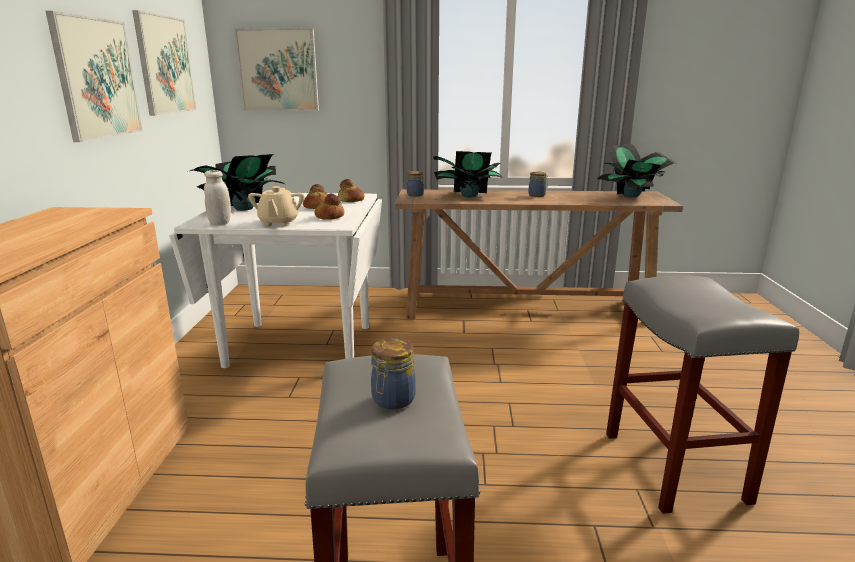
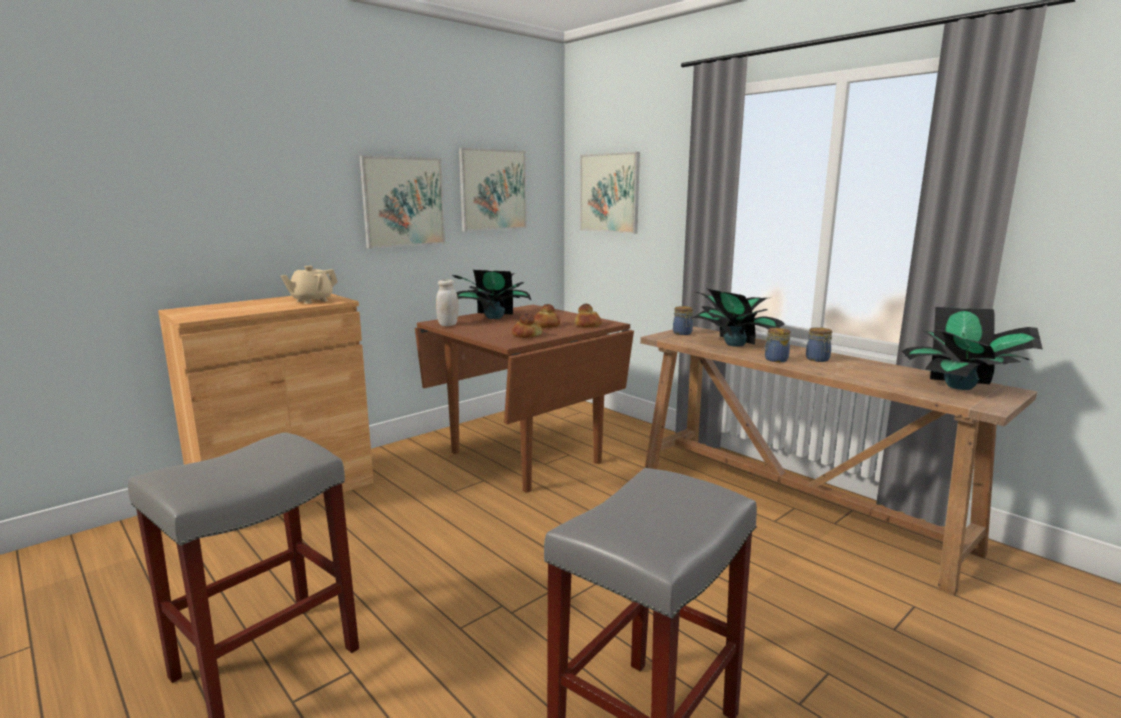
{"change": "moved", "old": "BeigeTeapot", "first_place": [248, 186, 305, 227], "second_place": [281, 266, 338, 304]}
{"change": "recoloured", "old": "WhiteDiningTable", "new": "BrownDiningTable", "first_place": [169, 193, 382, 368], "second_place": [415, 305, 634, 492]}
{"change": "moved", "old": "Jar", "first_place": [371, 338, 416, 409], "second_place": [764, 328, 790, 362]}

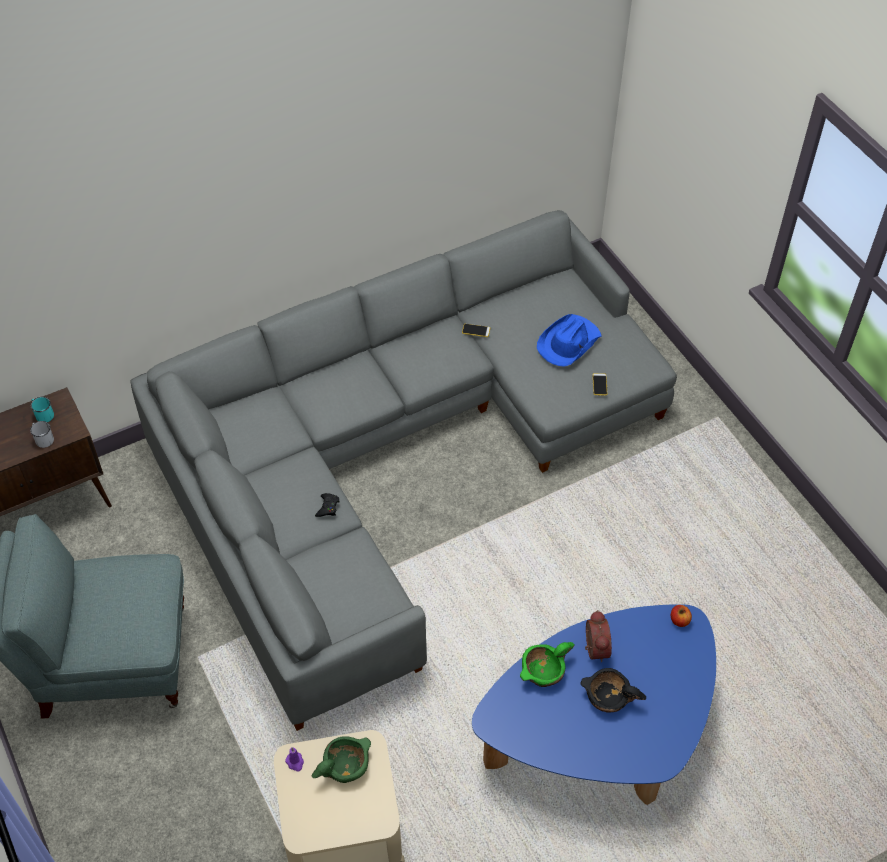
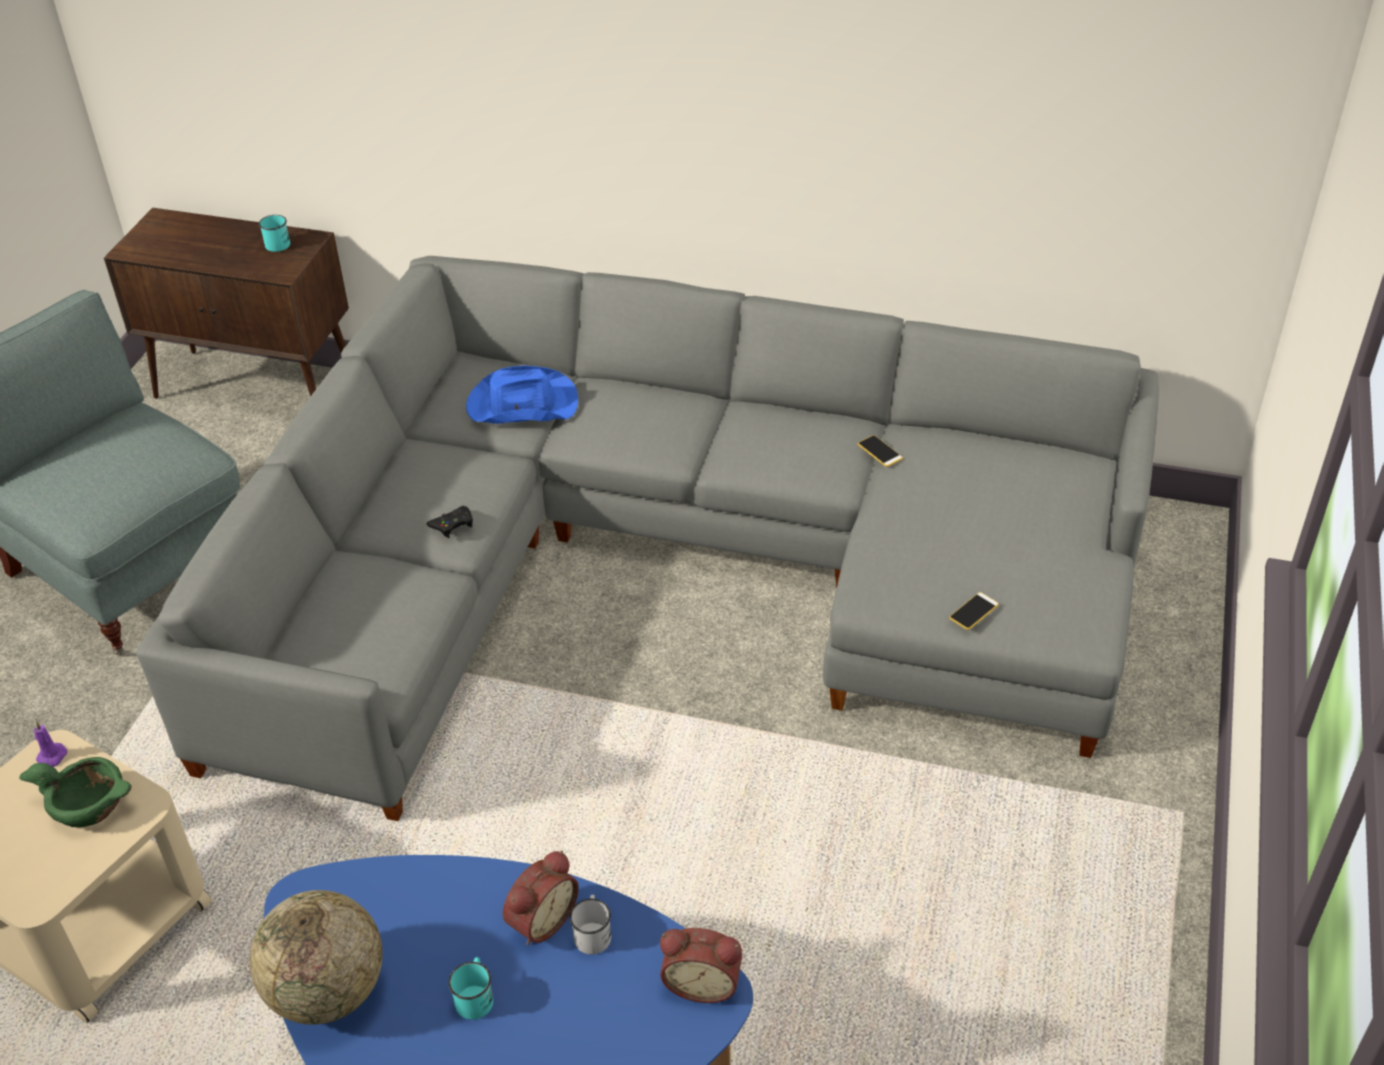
{"change": "added", "new": "Globe", "second_place": [250, 890, 383, 1025]}
{"change": "replaced", "old": "BlackBowl", "new": "TurquoiseMug", "first_place": [580, 668, 646, 713], "second_place": [448, 957, 493, 1020]}
{"change": "moved", "old": "BlueHat", "first_place": [537, 314, 602, 367], "second_place": [466, 365, 578, 424]}
{"change": "moved", "old": "WhiteMug", "first_place": [30, 421, 54, 448], "second_place": [570, 895, 611, 955]}
{"change": "replaced", "old": "Apple", "new": "AlarmClock", "first_place": [671, 605, 692, 627], "second_place": [660, 928, 742, 1003]}
{"change": "removed", "old": "GreenBowl", "first_place": [520, 642, 575, 687]}

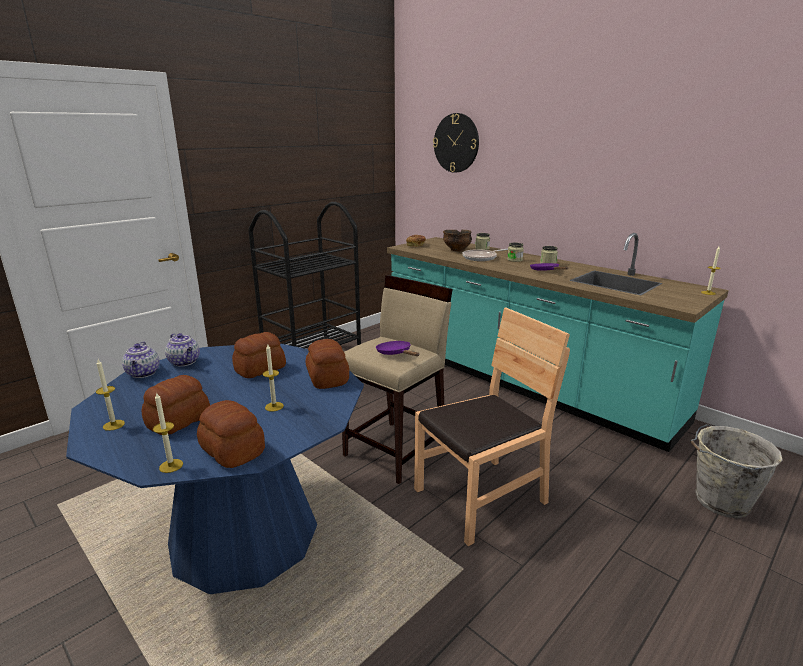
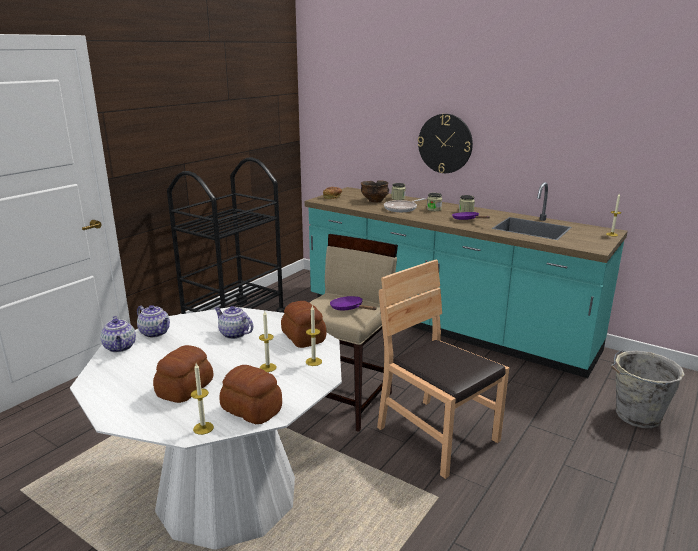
{"change": "recoloured", "old": "BlueDiningTable", "new": "WhiteDiningTable", "first_place": [66, 344, 364, 594], "second_place": [70, 307, 342, 550]}
{"change": "replaced", "old": "Bread", "new": "Teapot", "first_place": [232, 332, 286, 378], "second_place": [214, 306, 253, 339]}
{"change": "moved", "old": "Candle", "first_place": [96, 359, 125, 431], "second_place": [306, 305, 322, 366]}
{"change": "turned", "old": "BrownChair", "first_place": [414, 307, 570, 546], "second_place": [377, 259, 509, 479], "degrees": -90}
{"change": "moved", "old": "WallClock", "first_place": [433, 113, 479, 173], "second_place": [418, 114, 473, 173]}

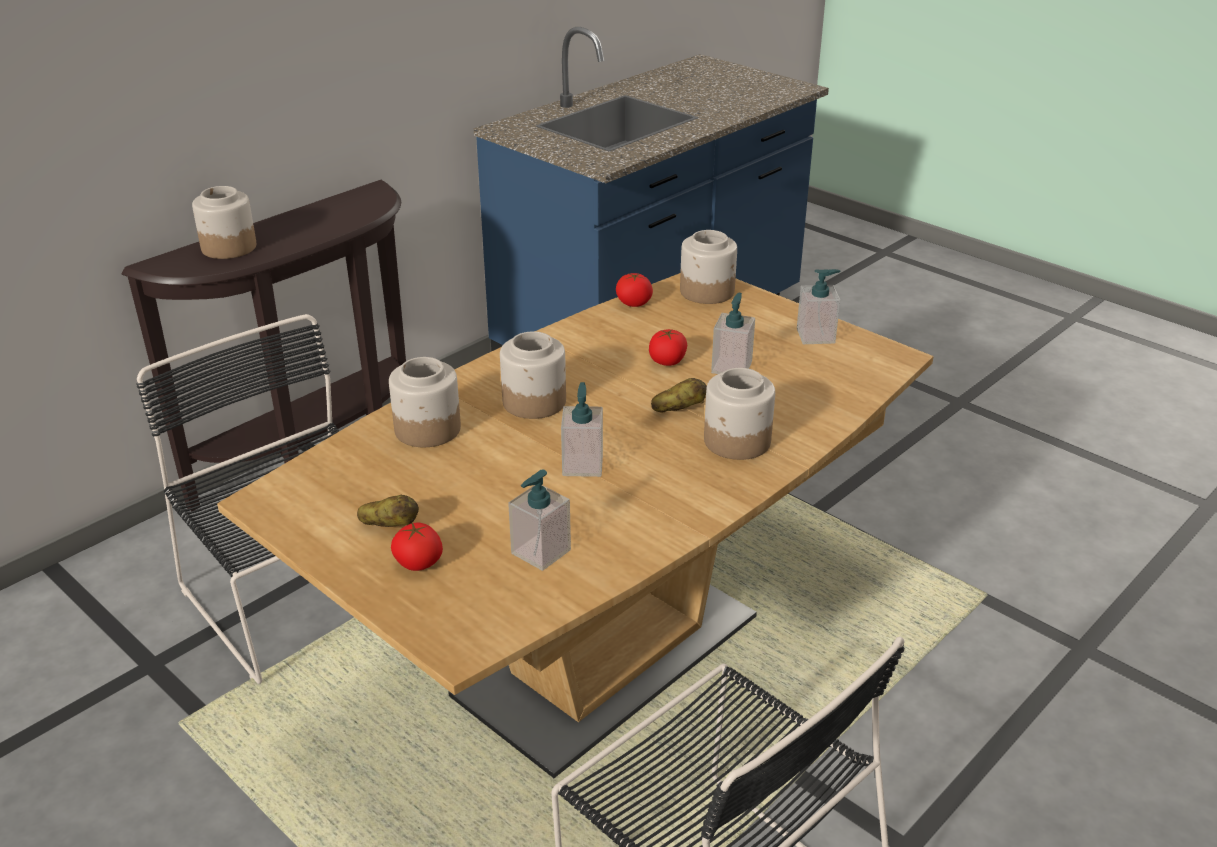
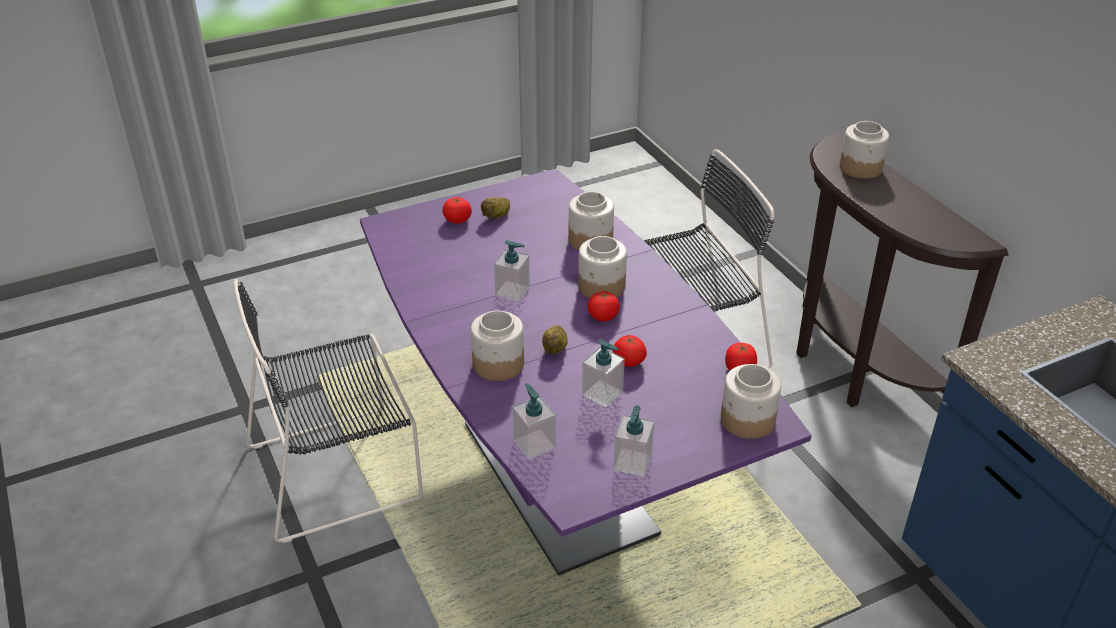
{"change": "recoloured", "old": "BrownDiningTable", "new": "PurpleDiningTable", "first_place": [217, 273, 934, 778], "second_place": [360, 169, 812, 576]}
{"change": "moved", "old": "SoapDispenser", "first_place": [508, 469, 571, 571], "second_place": [512, 383, 556, 459]}
{"change": "added", "new": "Tomato", "second_place": [587, 291, 620, 322]}

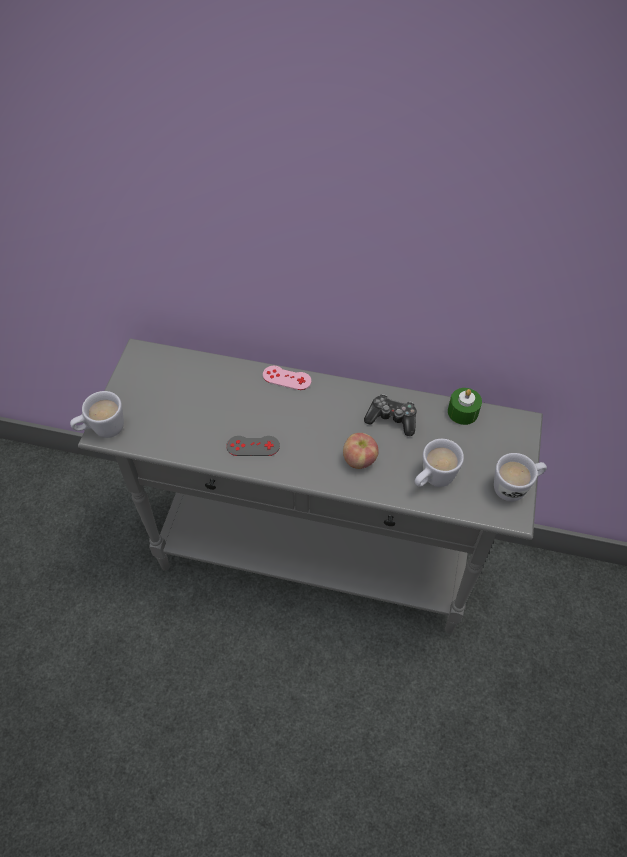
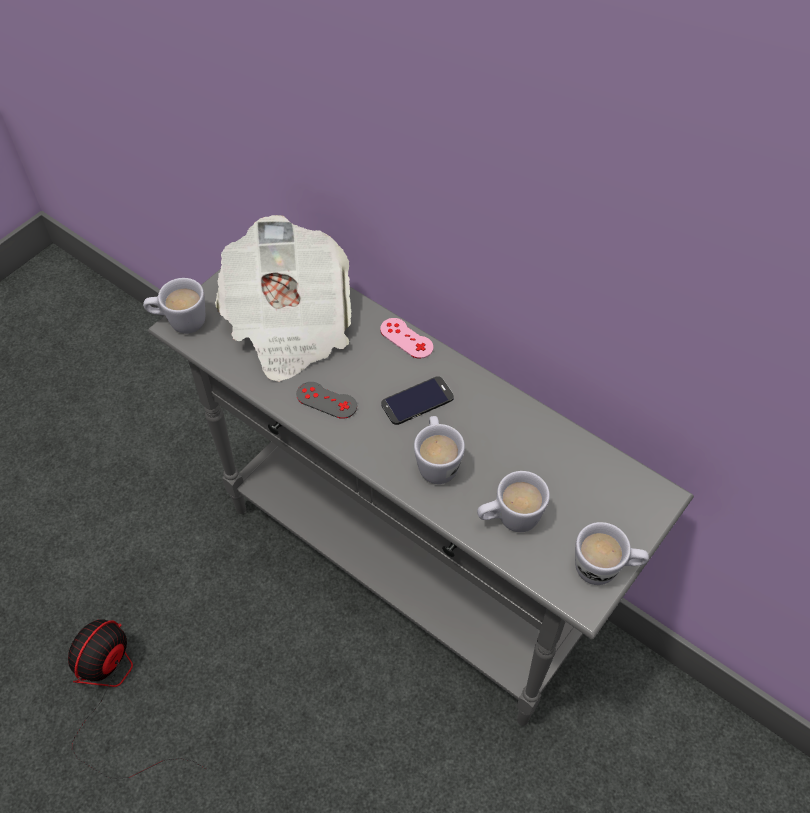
{"change": "added", "new": "Fan", "second_place": [68, 619, 206, 779]}
{"change": "added", "new": "Newspaper", "second_place": [215, 215, 351, 382]}
{"change": "added", "new": "Phone", "second_place": [381, 376, 454, 425]}
{"change": "replaced", "old": "Apple", "new": "WhiteMug", "first_place": [343, 433, 379, 469], "second_place": [414, 416, 465, 484]}
{"change": "removed", "old": "GameController", "first_place": [364, 394, 416, 436]}
{"change": "removed", "old": "GreenCandle", "first_place": [448, 388, 482, 425]}

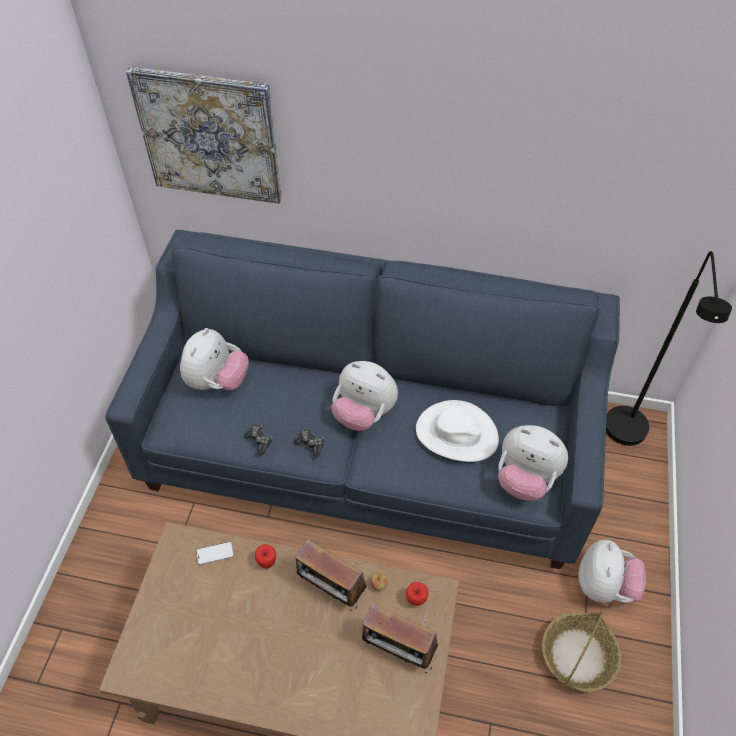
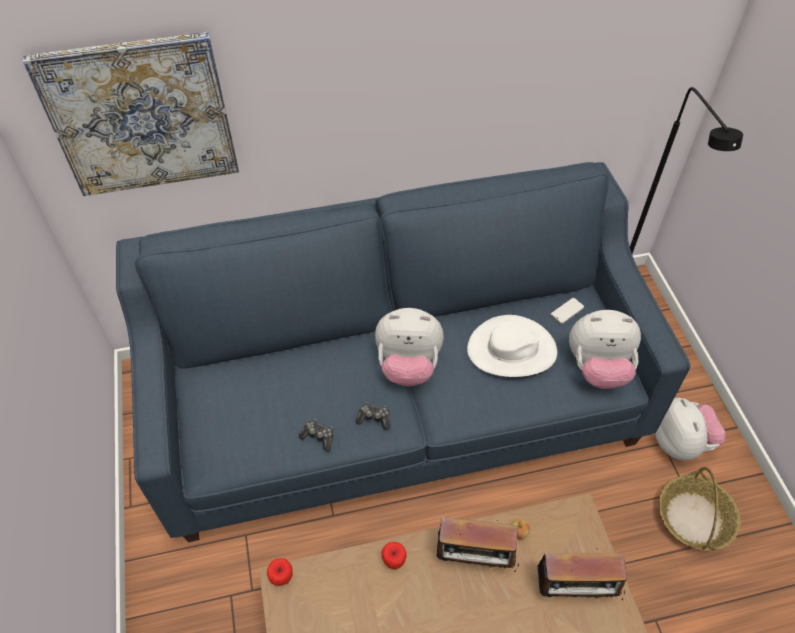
{"change": "moved", "old": "Apple", "first_place": [406, 582, 428, 606], "second_place": [267, 558, 293, 586]}
{"change": "moved", "old": "Phone", "first_place": [196, 542, 234, 565], "second_place": [551, 298, 584, 324]}
{"change": "removed", "old": "PlushToy", "first_place": [180, 328, 249, 390]}

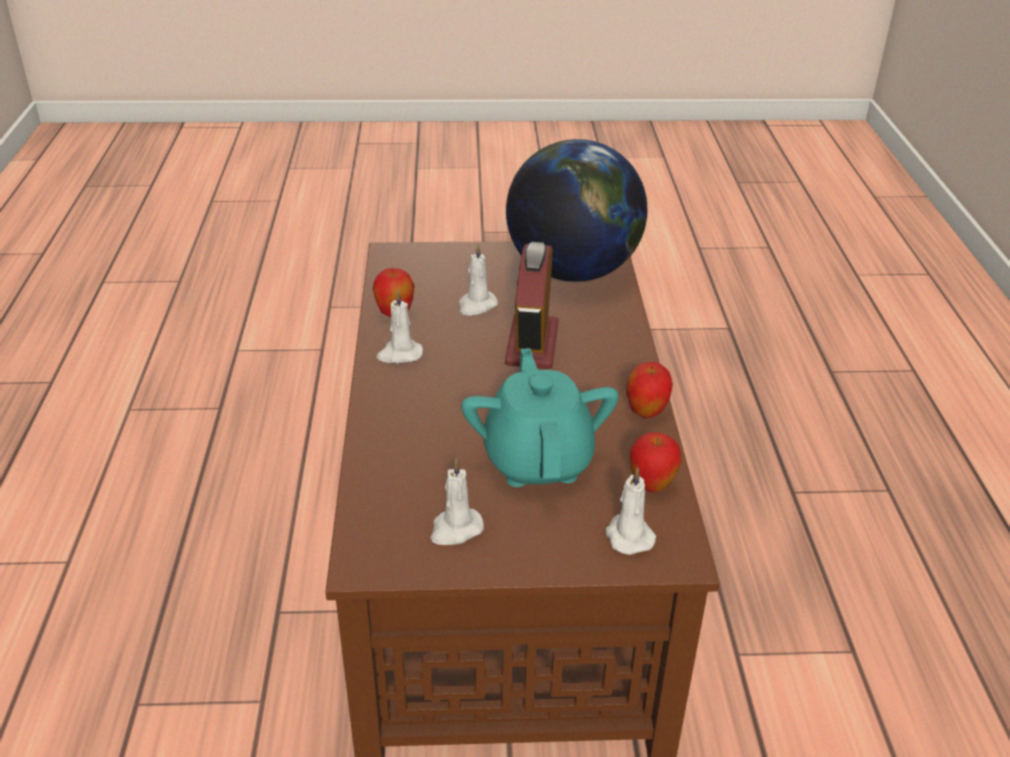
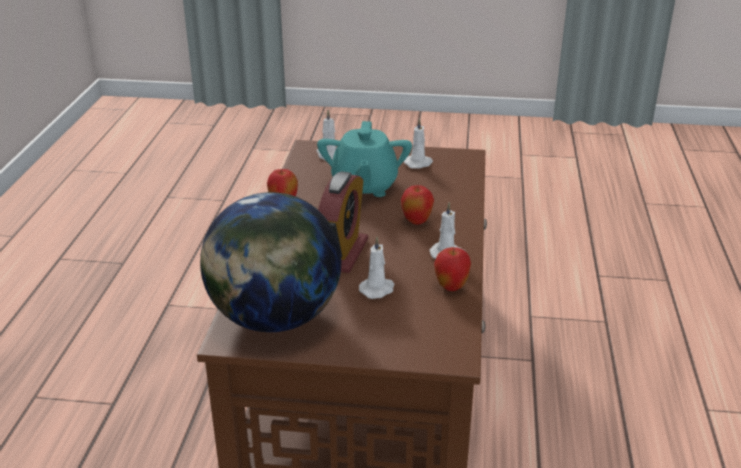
{"change": "moved", "old": "Apple", "first_place": [630, 432, 682, 492], "second_place": [401, 185, 434, 225]}

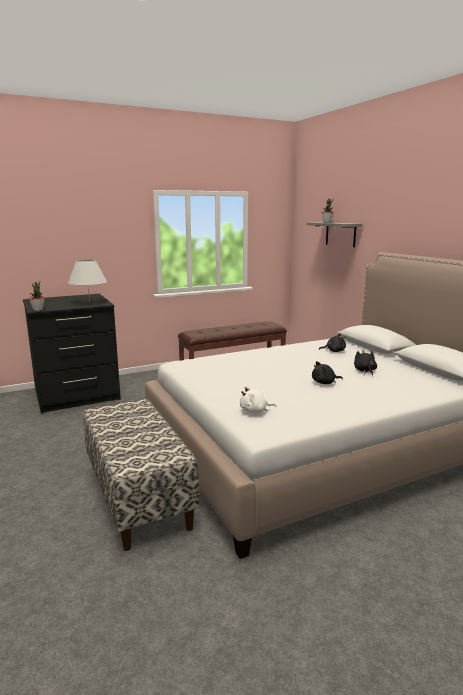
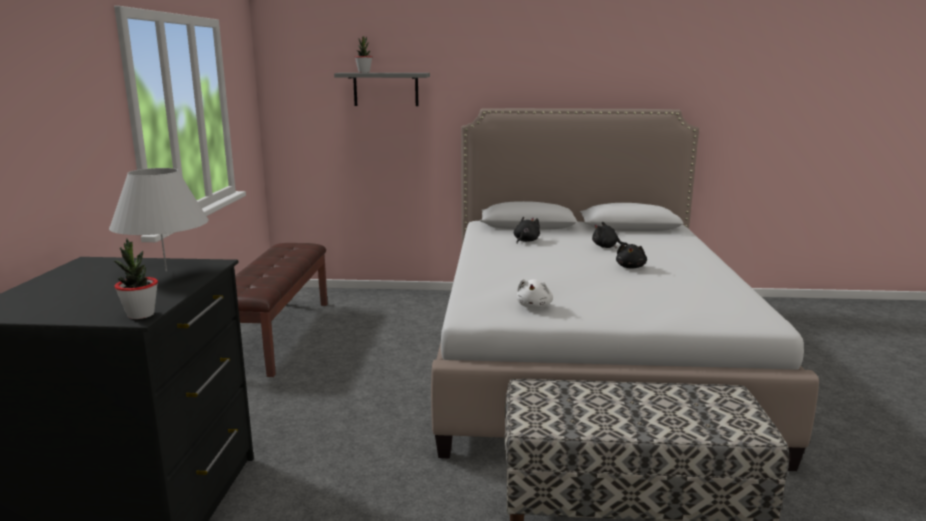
{"change": "moved", "old": "WhitePlushToy", "first_place": [240, 386, 276, 414], "second_place": [517, 279, 553, 309]}

